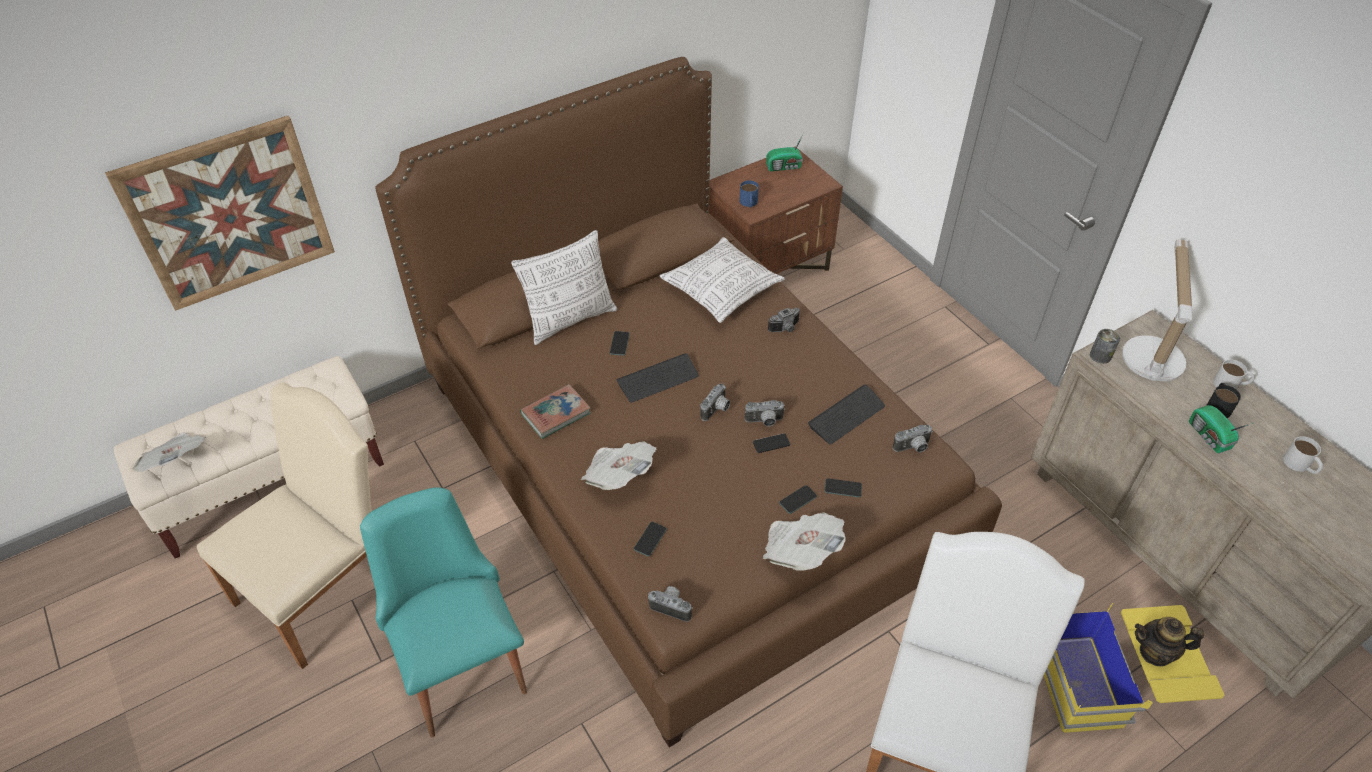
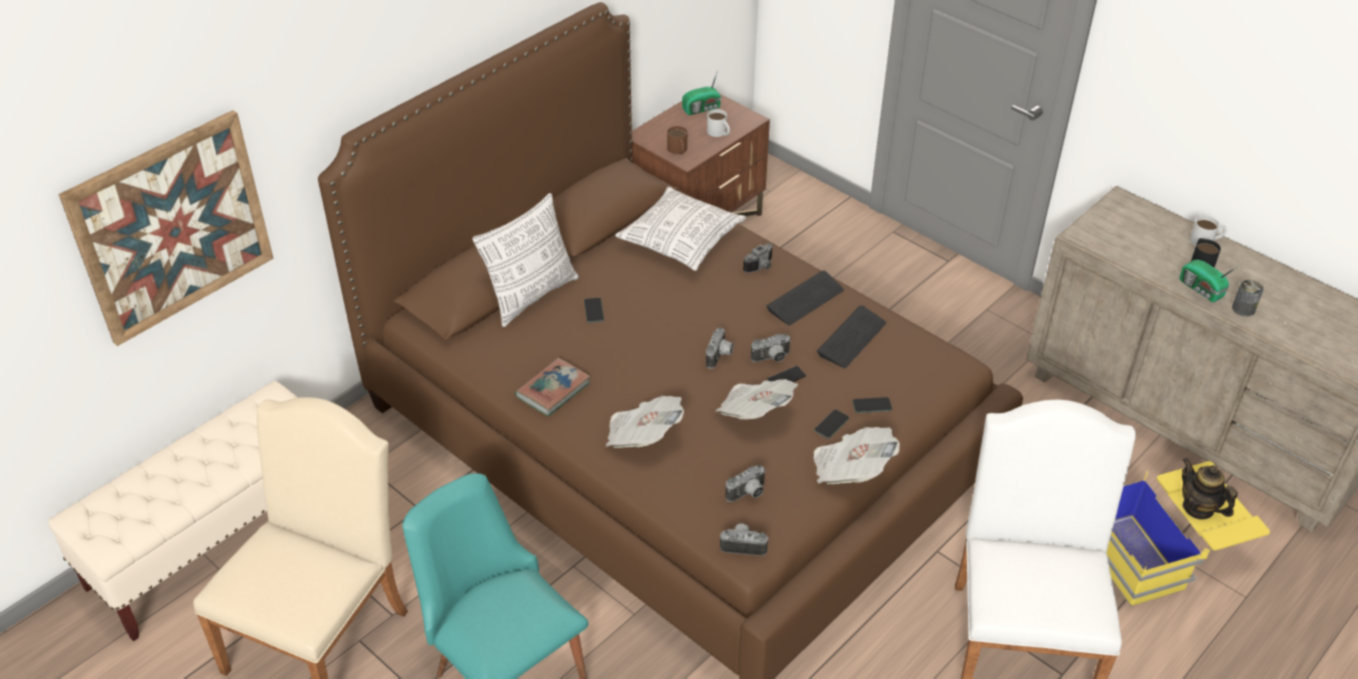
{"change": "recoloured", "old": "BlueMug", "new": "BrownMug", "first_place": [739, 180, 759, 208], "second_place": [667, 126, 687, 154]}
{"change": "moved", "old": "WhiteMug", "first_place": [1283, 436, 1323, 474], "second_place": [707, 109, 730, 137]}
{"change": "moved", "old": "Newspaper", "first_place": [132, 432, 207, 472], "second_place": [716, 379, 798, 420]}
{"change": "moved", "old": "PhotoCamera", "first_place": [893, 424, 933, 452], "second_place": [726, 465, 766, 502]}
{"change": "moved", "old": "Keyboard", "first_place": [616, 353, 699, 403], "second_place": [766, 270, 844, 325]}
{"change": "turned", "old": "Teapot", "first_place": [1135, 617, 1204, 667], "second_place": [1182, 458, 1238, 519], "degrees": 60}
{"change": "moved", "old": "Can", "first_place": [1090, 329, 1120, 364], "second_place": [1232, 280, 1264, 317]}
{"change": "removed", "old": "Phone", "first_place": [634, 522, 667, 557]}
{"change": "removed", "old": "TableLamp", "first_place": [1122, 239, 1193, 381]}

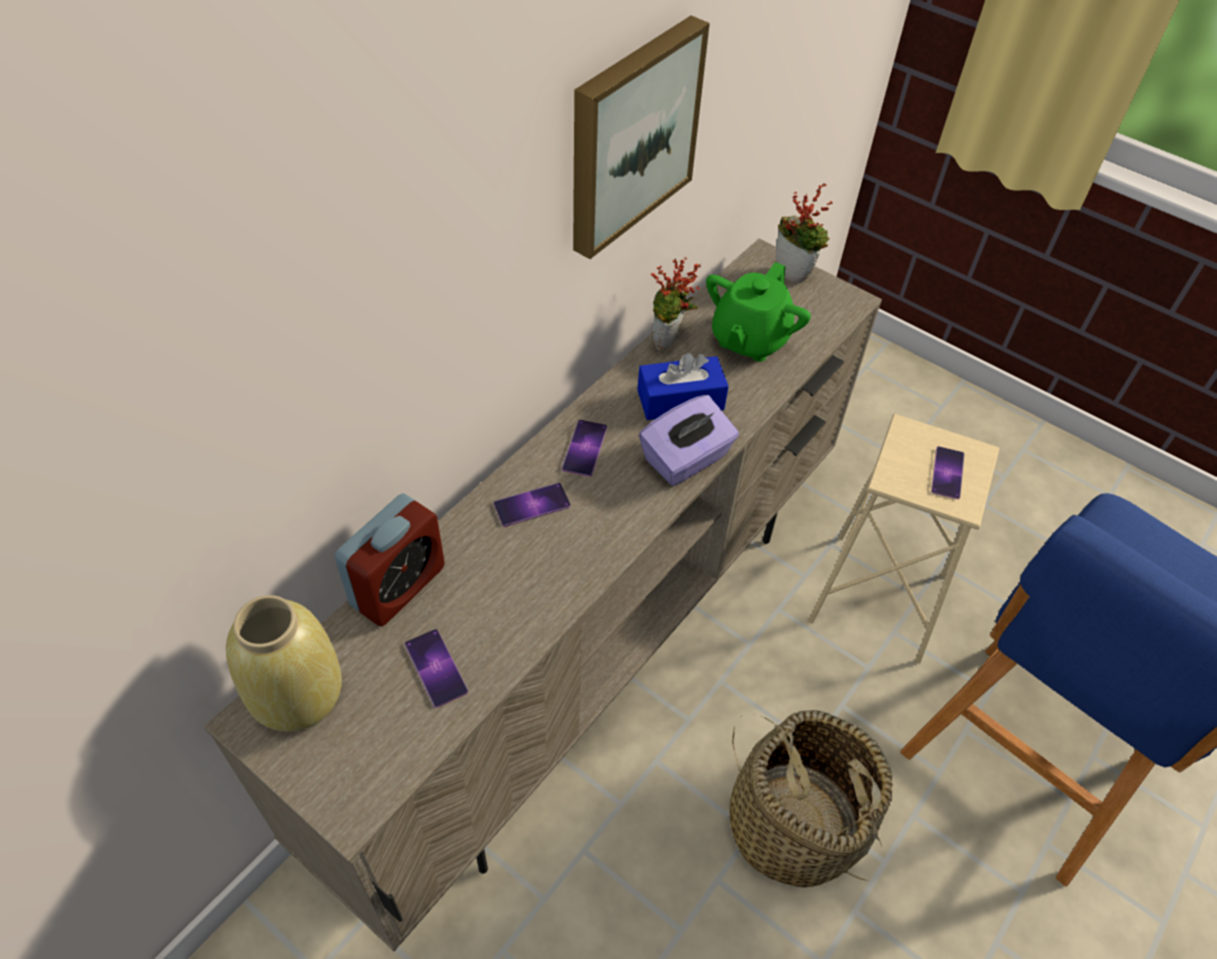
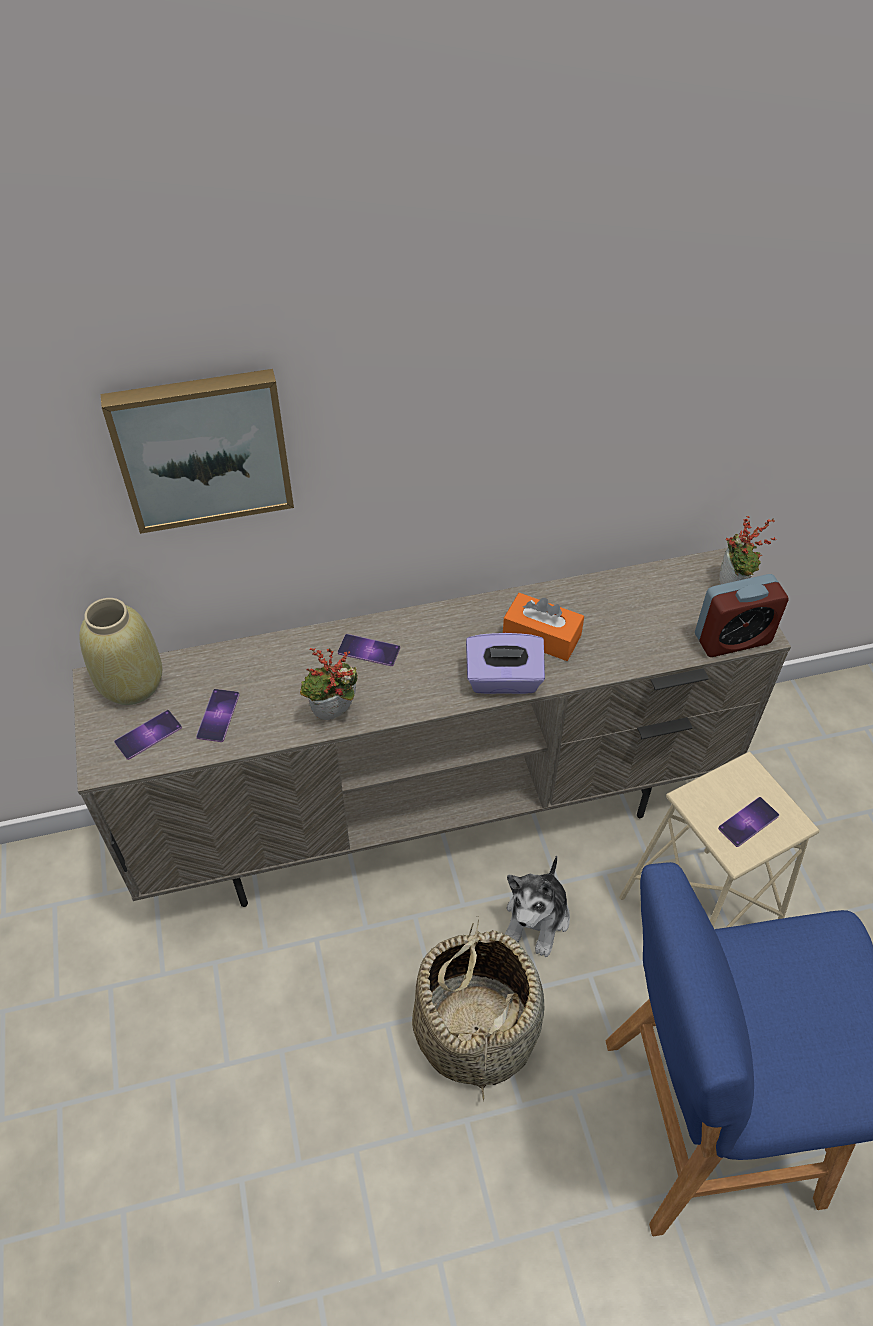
{"change": "moved", "old": "Picture", "first_place": [573, 16, 710, 259], "second_place": [101, 369, 294, 534]}
{"change": "moved", "old": "Phone", "first_place": [562, 420, 607, 477], "second_place": [114, 710, 182, 760]}
{"change": "moved", "old": "PottedPlant", "first_place": [651, 257, 701, 351], "second_place": [300, 648, 358, 720]}
{"change": "recoloured", "old": "BlueTissueBox", "new": "OrangeTissueBox", "first_place": [637, 353, 729, 420], "second_place": [503, 593, 584, 661]}
{"change": "added", "new": "PlushToy", "second_place": [505, 856, 570, 957]}
{"change": "moved", "old": "AlarmClock", "first_place": [335, 493, 445, 626], "second_place": [695, 574, 789, 657]}
{"change": "removed", "old": "GreenTeapot", "first_place": [706, 262, 811, 362]}

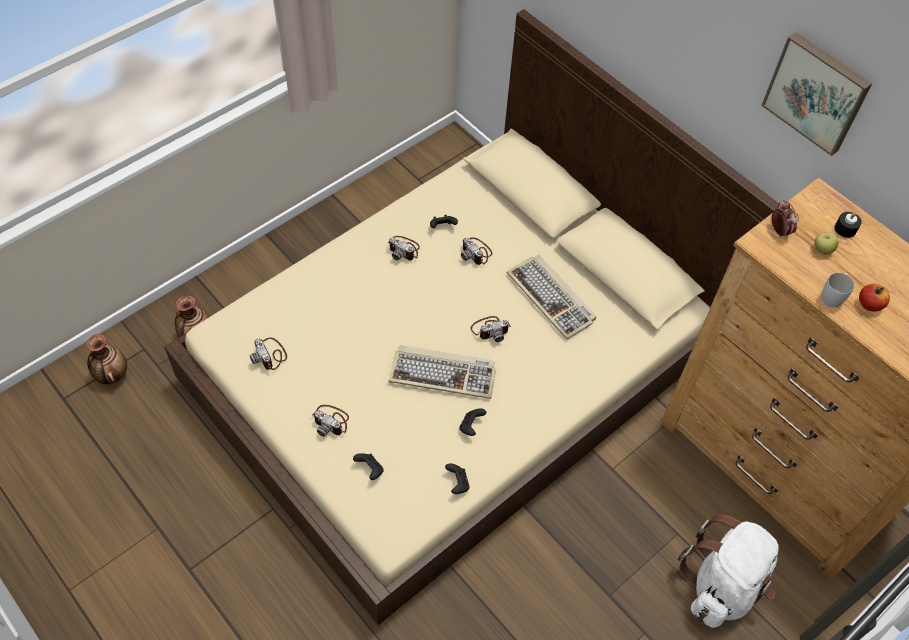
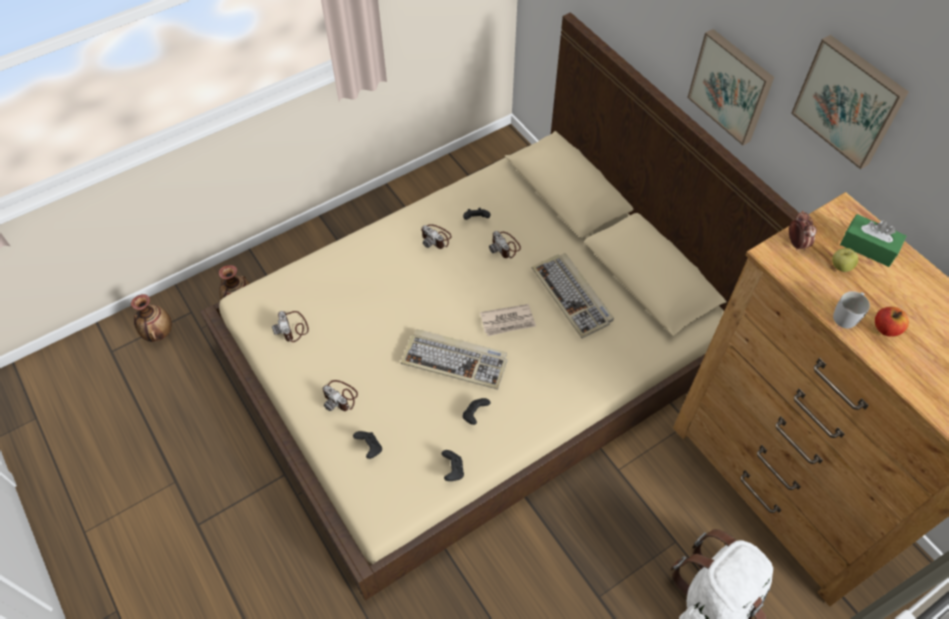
{"change": "replaced", "old": "PhotoCamera", "new": "Newspaper", "first_place": [471, 316, 511, 342], "second_place": [480, 304, 536, 336]}
{"change": "added", "new": "Picture", "second_place": [687, 29, 774, 145]}
{"change": "replaced", "old": "BlackCandle", "new": "GreenTissueBox", "first_place": [834, 212, 862, 238], "second_place": [840, 214, 907, 267]}

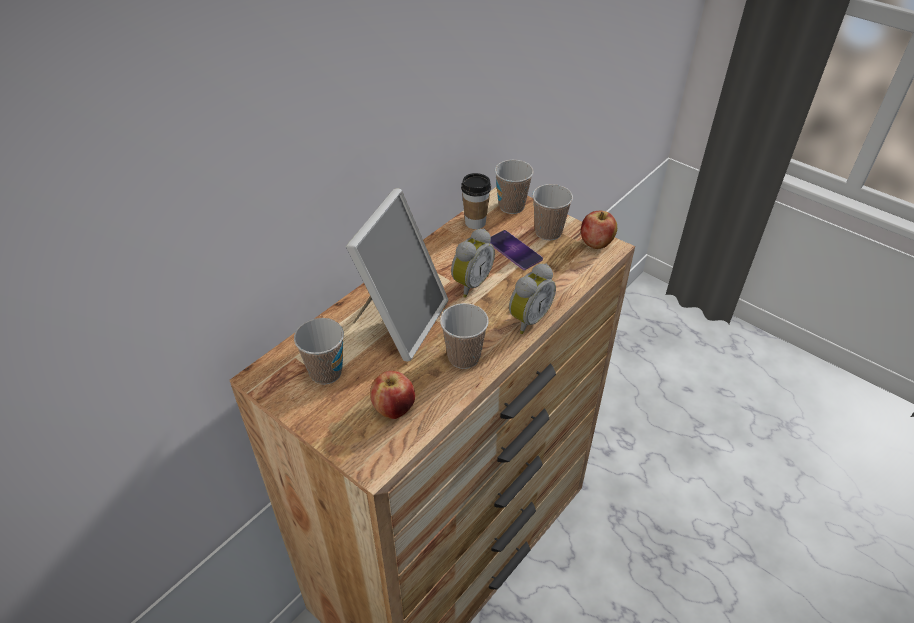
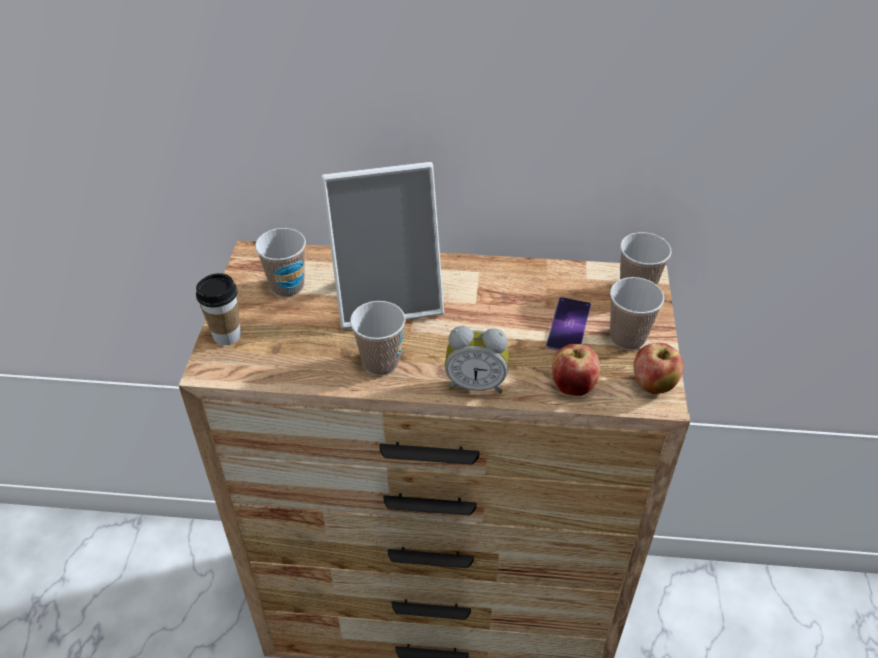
{"change": "moved", "old": "Cup", "first_place": [461, 173, 491, 229], "second_place": [196, 273, 241, 345]}
{"change": "moved", "old": "Apple", "first_place": [371, 371, 415, 419], "second_place": [552, 344, 600, 396]}
{"change": "removed", "old": "AlarmClock", "first_place": [451, 228, 495, 298]}

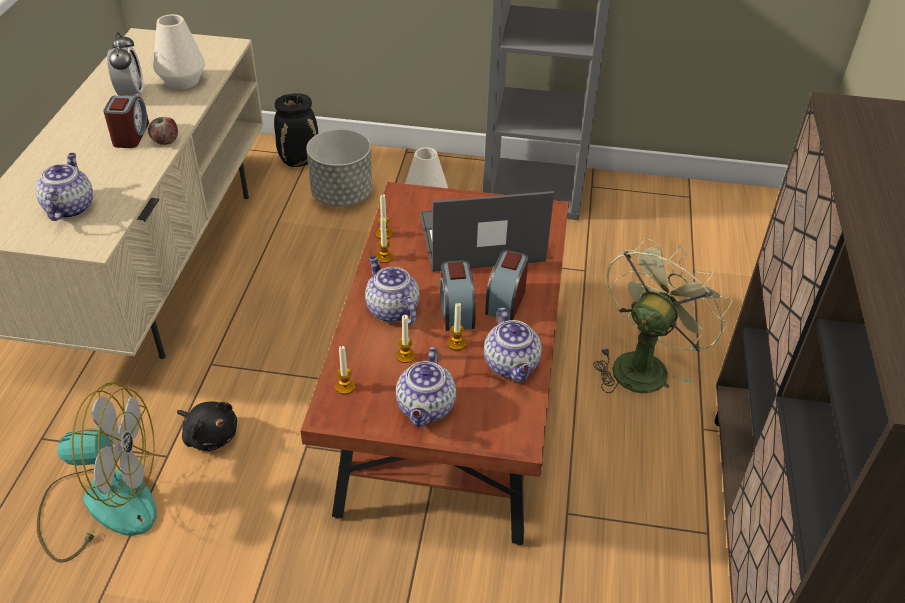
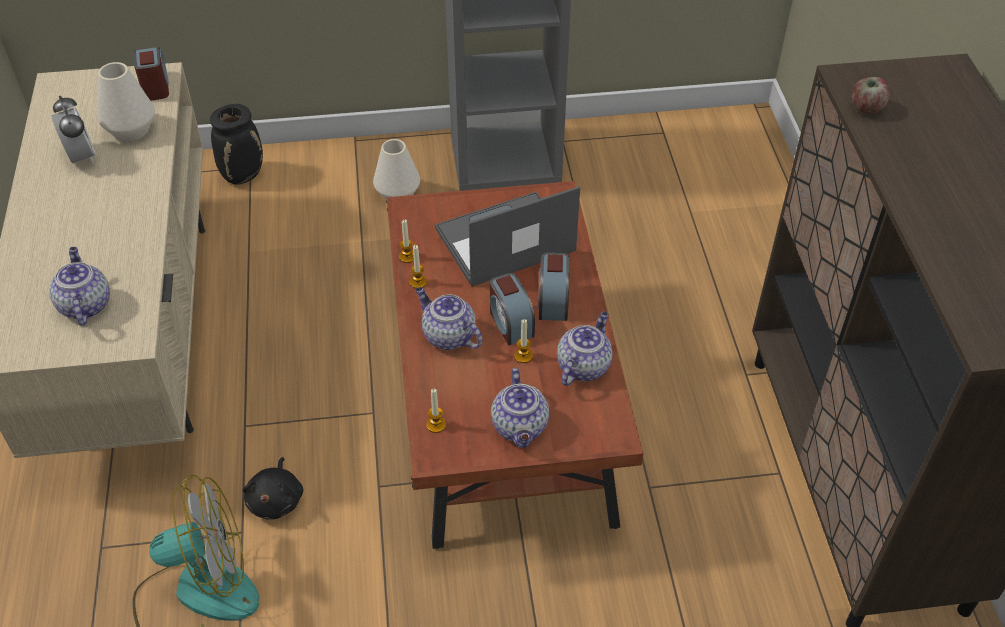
{"change": "moved", "old": "AlarmClock", "first_place": [103, 96, 149, 148], "second_place": [133, 47, 169, 101]}
{"change": "turned", "old": "BlackPlushToy", "first_place": [177, 402, 237, 451], "second_place": [243, 457, 303, 520], "degrees": 75}
{"change": "turned", "old": "Teapot", "first_place": [484, 308, 542, 382], "second_place": [557, 311, 613, 386], "degrees": -120}
{"change": "moved", "old": "Apple", "first_place": [148, 117, 178, 145], "second_place": [852, 77, 890, 114]}
{"change": "removed", "old": "GreyPlanter", "first_place": [306, 129, 373, 207]}
{"change": "removed", "old": "Candle", "first_place": [396, 315, 415, 363]}
{"change": "removed", "old": "GreenFan", "first_place": [593, 238, 732, 393]}

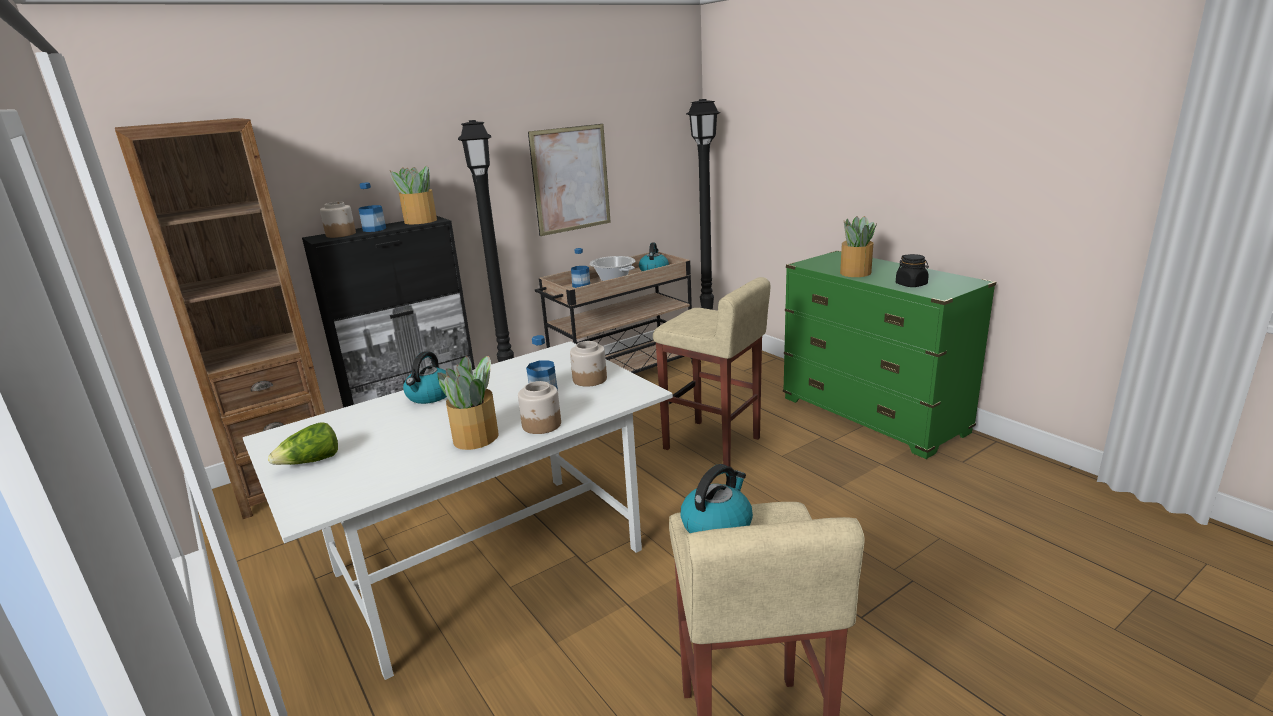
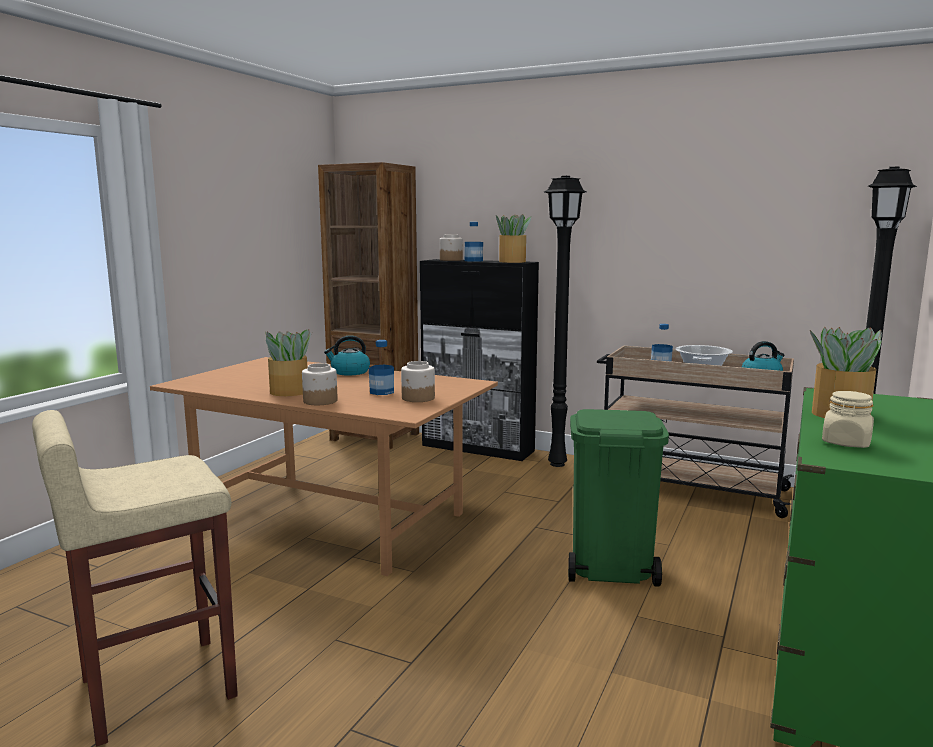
{"change": "recoloured", "old": "WhiteDiningTable", "new": "BrownDiningTable", "first_place": [243, 341, 673, 680], "second_place": [150, 357, 498, 576]}
{"change": "replaced", "old": "BeigeStool", "new": "GreenTrashCan", "first_place": [653, 277, 770, 467], "second_place": [568, 409, 669, 587]}
{"change": "recoloured", "old": "BlackJar", "new": "BeigeJar", "first_place": [896, 254, 929, 287], "second_place": [822, 391, 874, 448]}
{"change": "removed", "old": "Lettuce", "first_place": [268, 422, 338, 465]}
{"change": "removed", "old": "Picture", "first_place": [528, 124, 611, 236]}
{"change": "removed", "old": "Kettle", "first_place": [680, 464, 753, 533]}

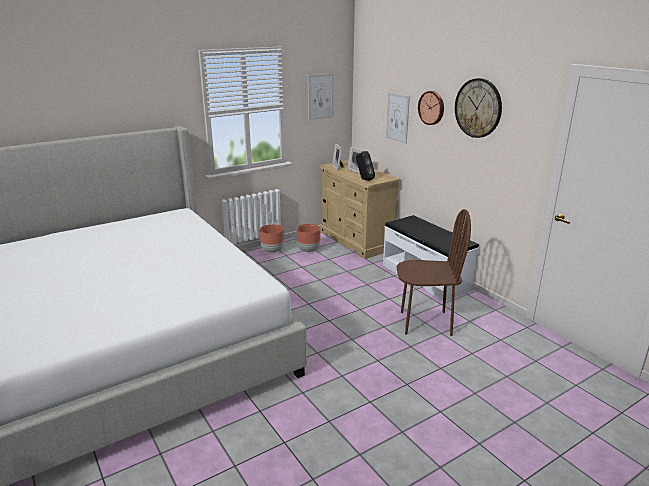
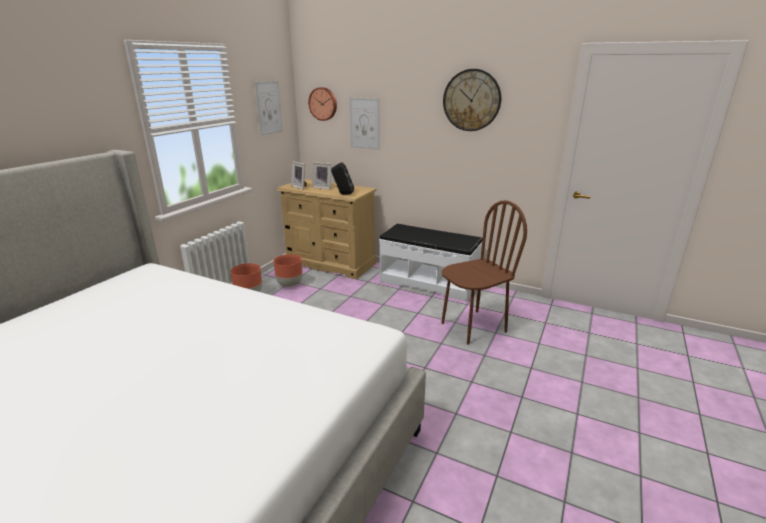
{"change": "moved", "old": "WallClock", "first_place": [418, 91, 444, 125], "second_place": [308, 87, 337, 121]}

